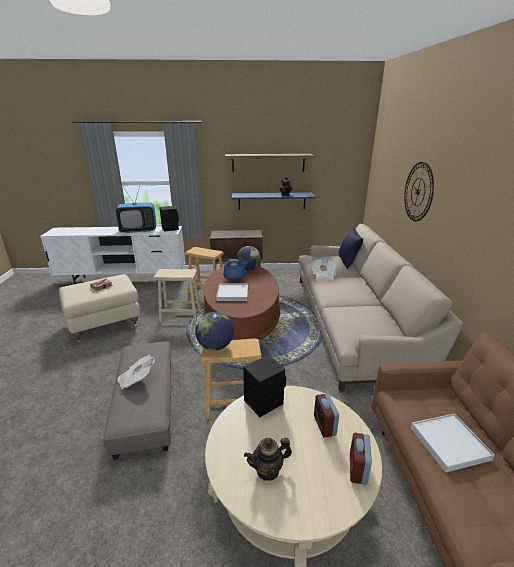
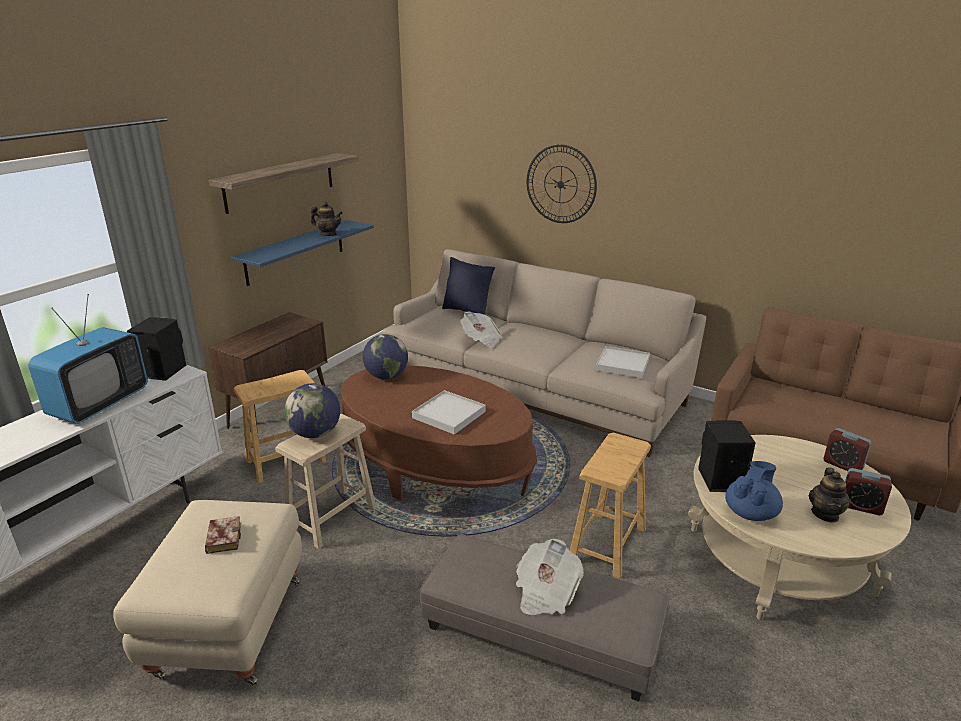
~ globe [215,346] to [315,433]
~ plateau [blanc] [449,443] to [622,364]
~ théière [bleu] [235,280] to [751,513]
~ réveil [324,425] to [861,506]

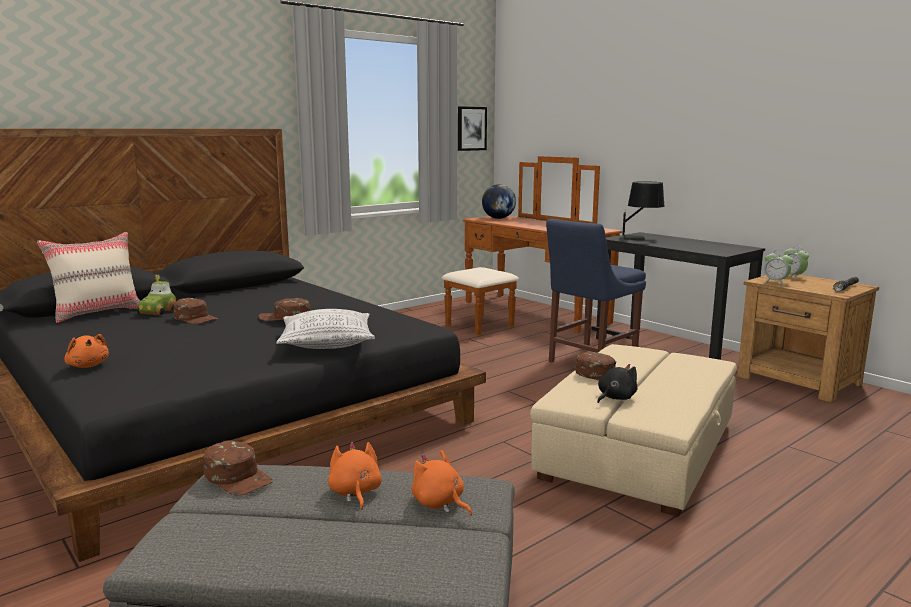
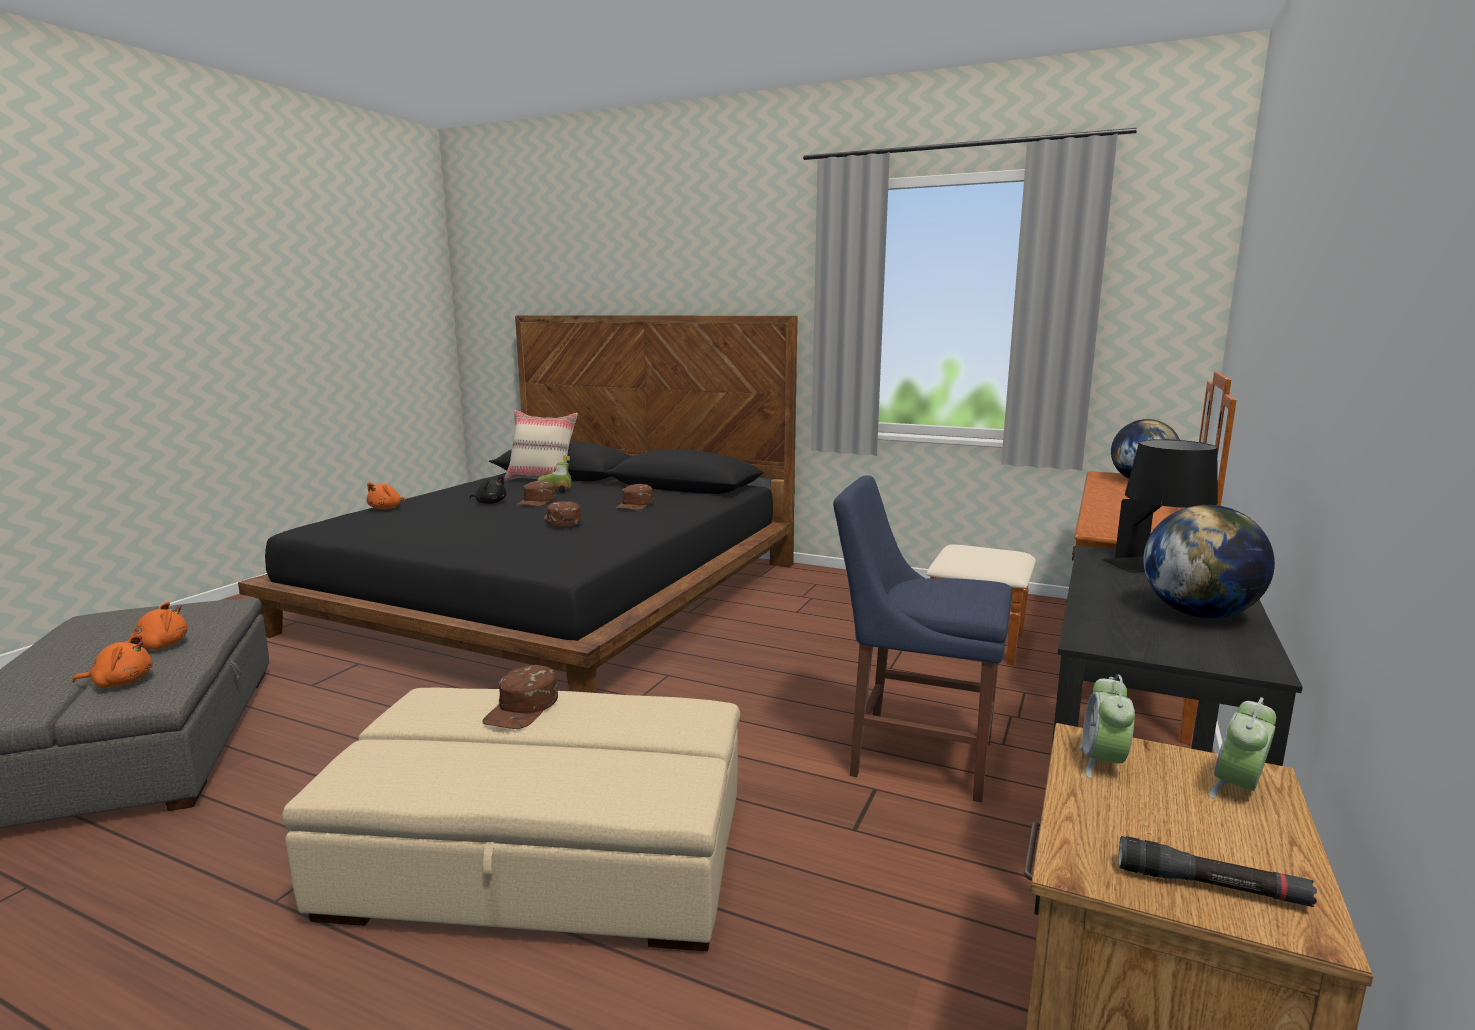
~ peluche [orange] [440,503] = [120,682] 60 degrees clockwise
~ peluche [noir] [615,398] to [490,503]
~ casquette [marron] [238,477] to [635,505]
+ globe [1198,614]
- coussin [327,343]
- tableau [471,128]

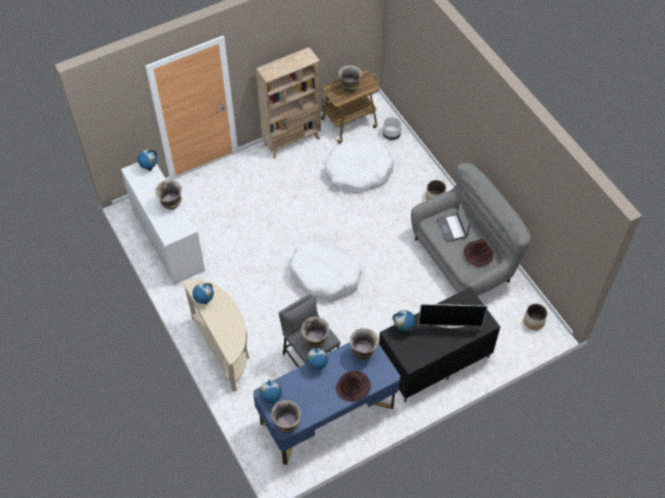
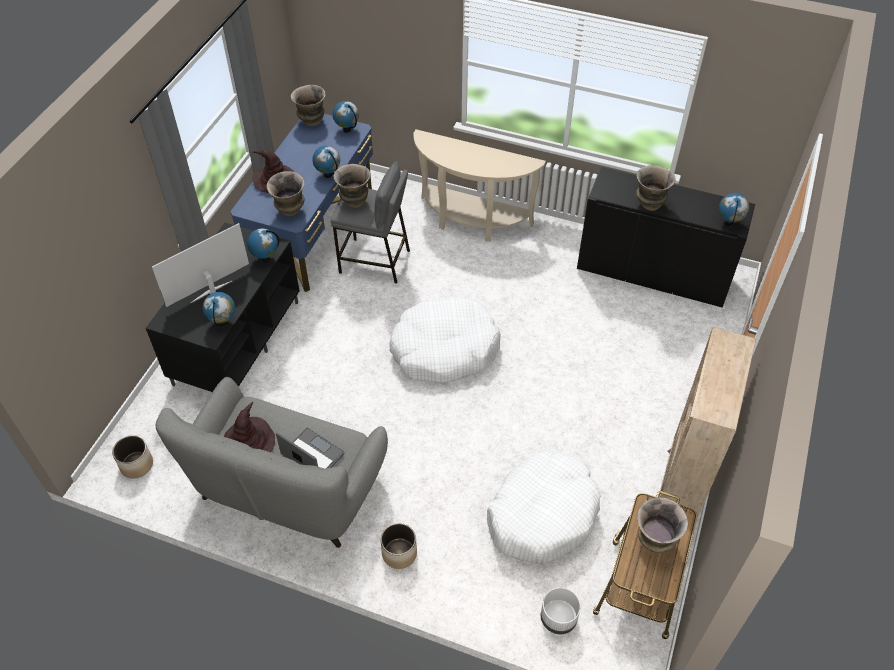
~ globe [204,301] to [223,322]
~ meuble de rangement [blanc] [168,240] to meuble de rangement [noir] [653,273]

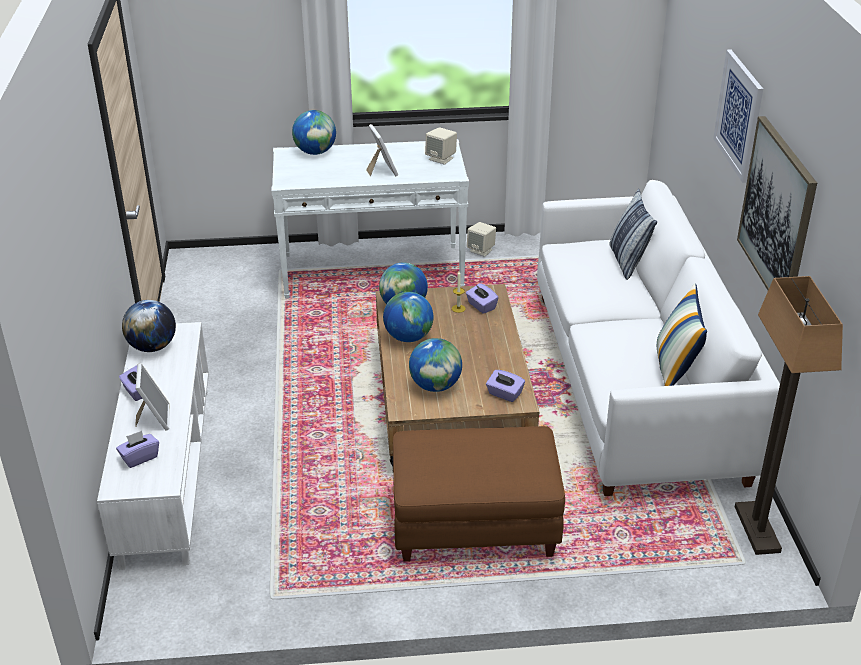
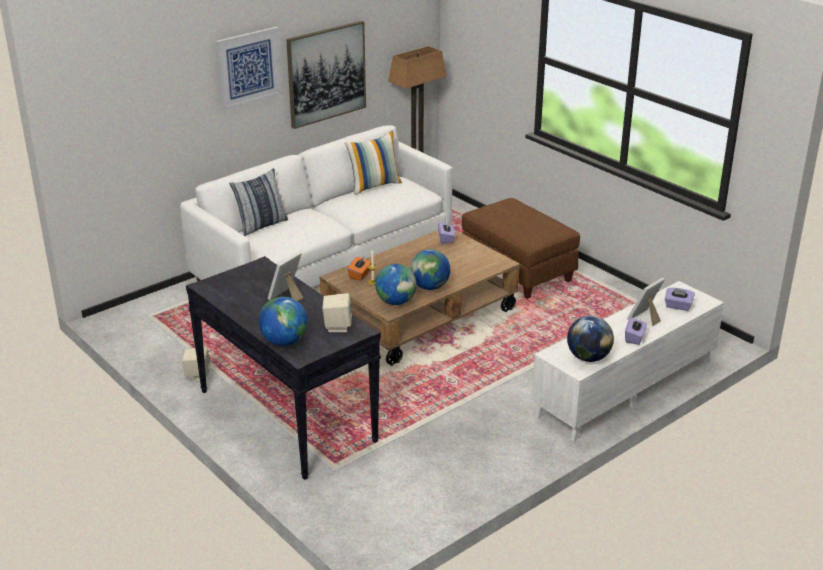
~ table console [blanc] [373,271] to table console [noir] [286,416]
~ enceinte [beige] [441,158] to [337,326]
~ boîte à mouchoirs [violet] [481,306] to boîte à mouchoirs [orange] [360,275]
- globe [435,386]

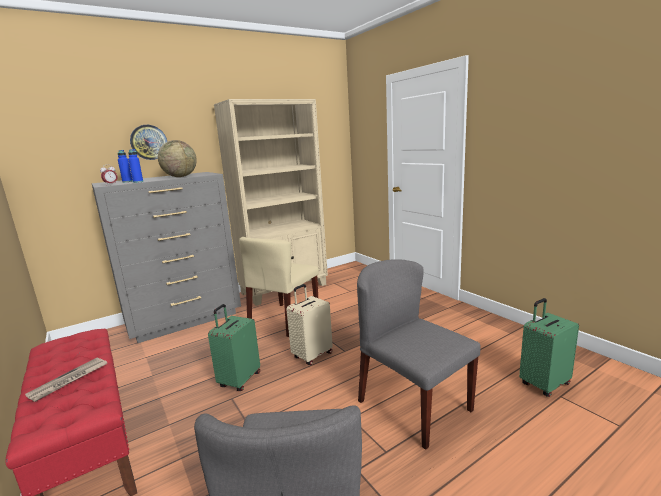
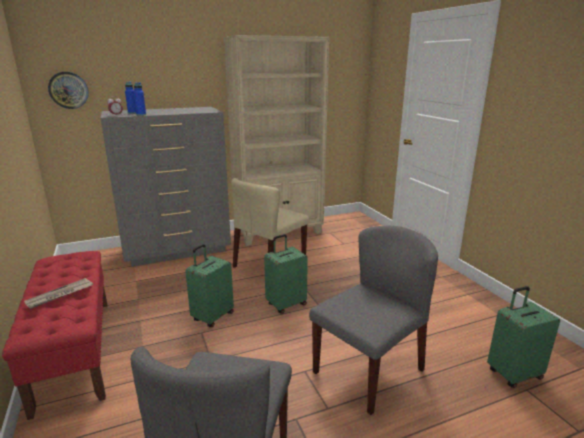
~ horloge murale [149,142] to [68,90]
~ valise [beige] [312,355] to valise [vert] [286,304]
~ chaise [gris] [413,405] = [368,370] 75 degrees clockwise
- globe [180,177]

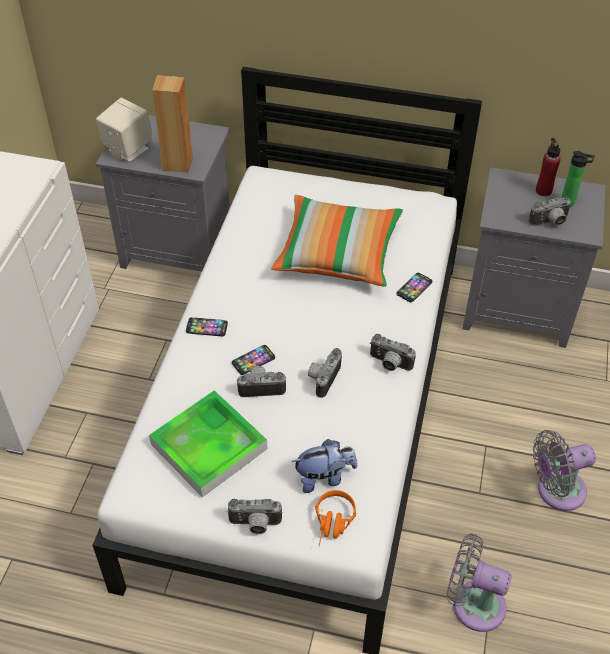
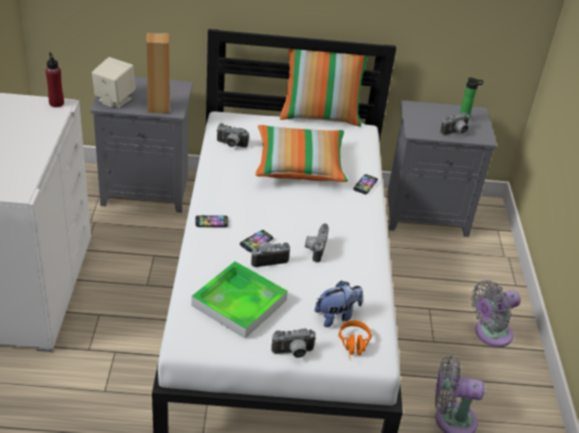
~ bouteille [rouge] [543,190] to [56,103]
~ appareil photo [389,364] to [231,145]
+ coussin [320,116]

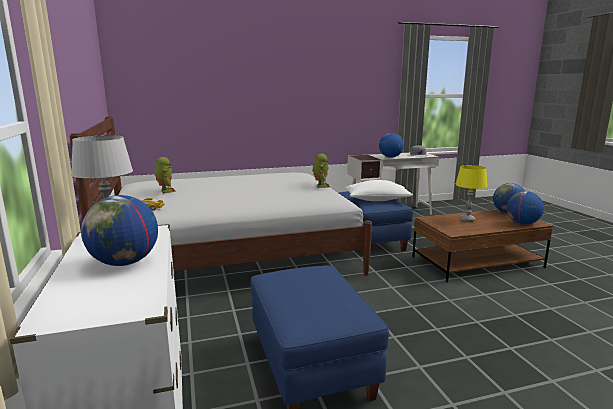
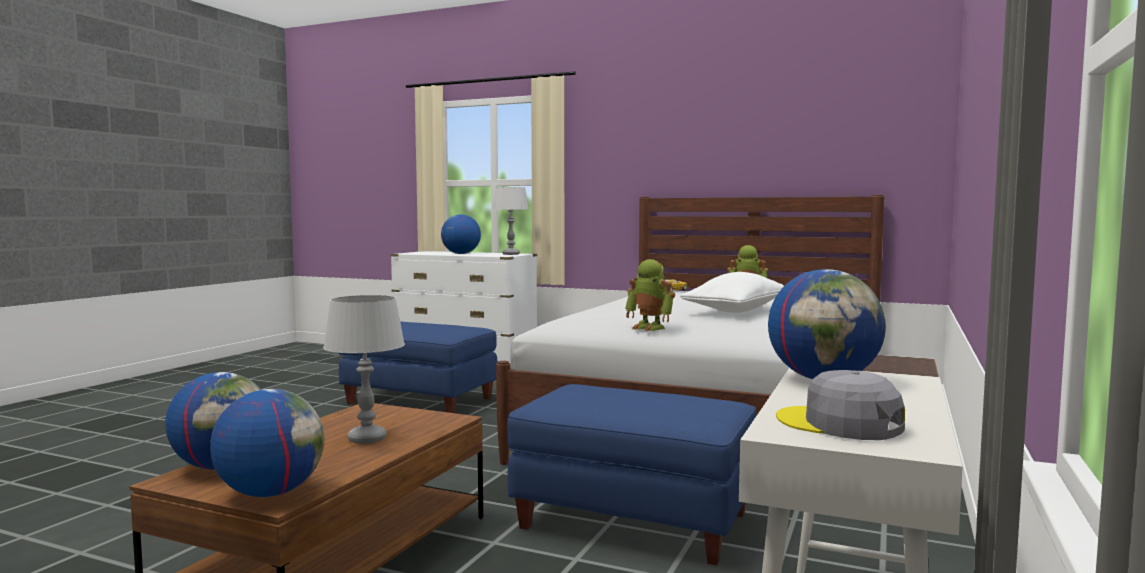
~ lampe de table [jaune] [467,220] to lampe de table [gris] [367,439]
~ coussin [blanc] [377,200] to [736,311]

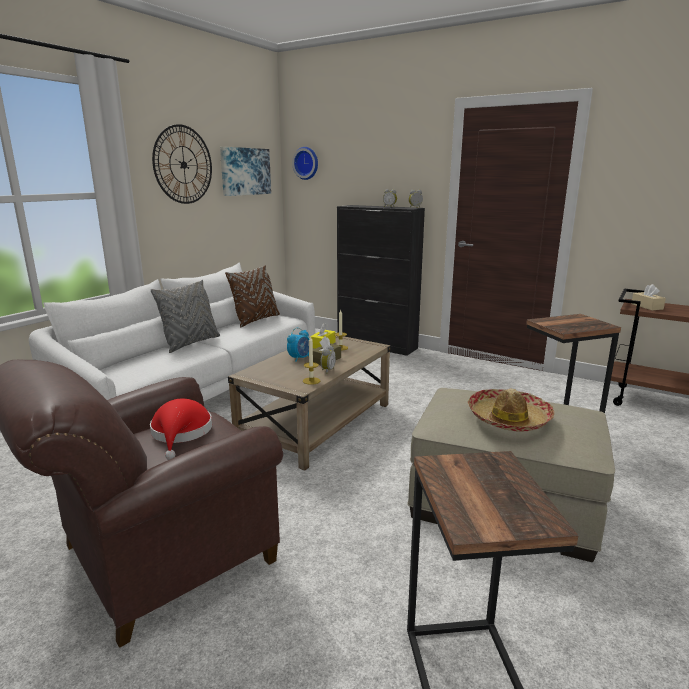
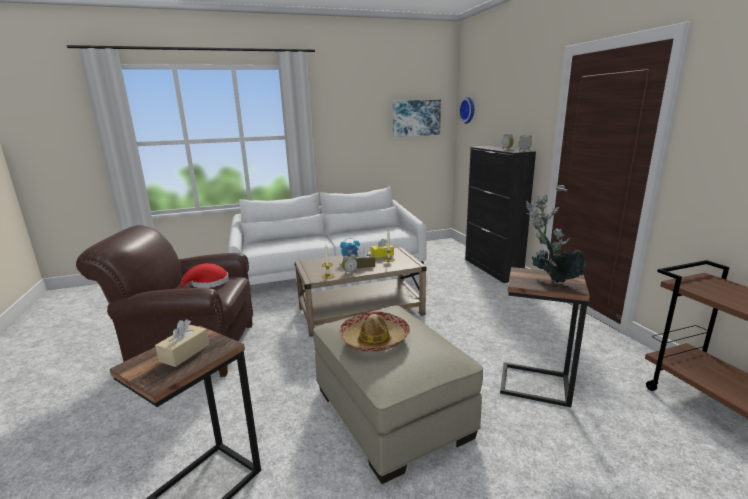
~ boîte à mouchoirs [beige] [647,306] to [185,353]
+ plante en pot [549,283]
- coussin [gris] [190,343]
- horloge murale [183,165]
- coussin [marron] [256,320]

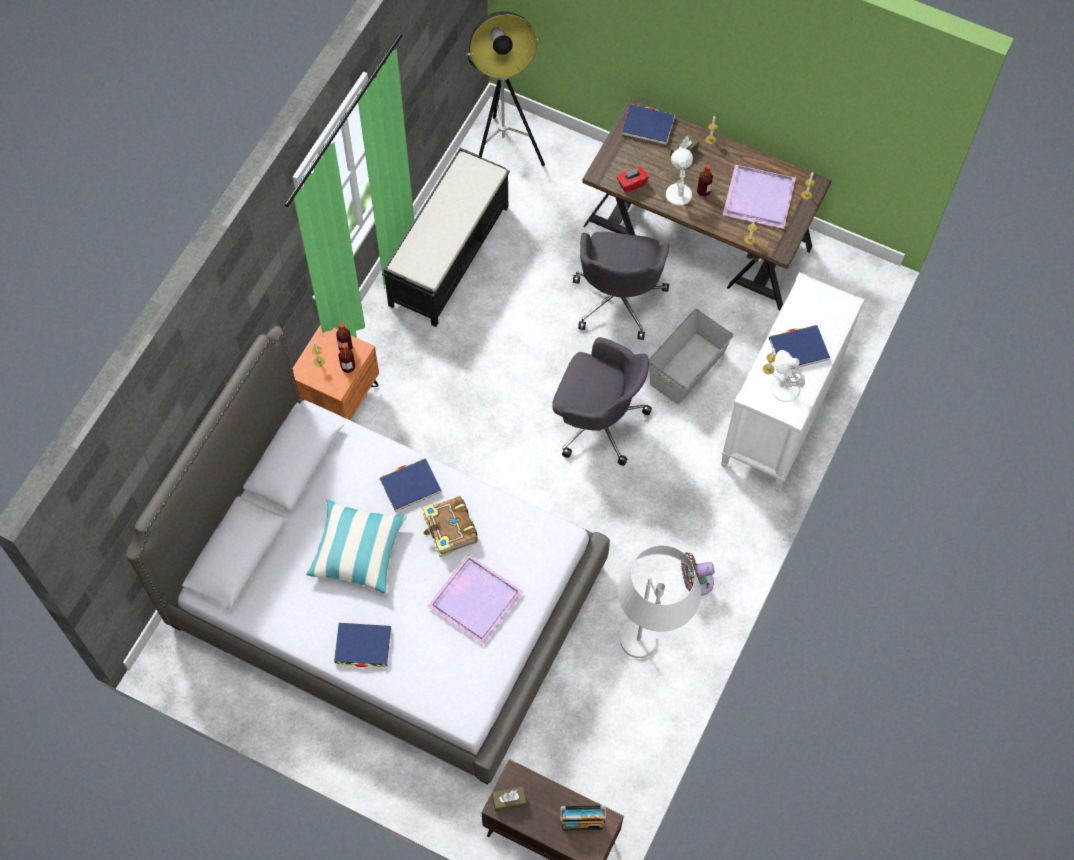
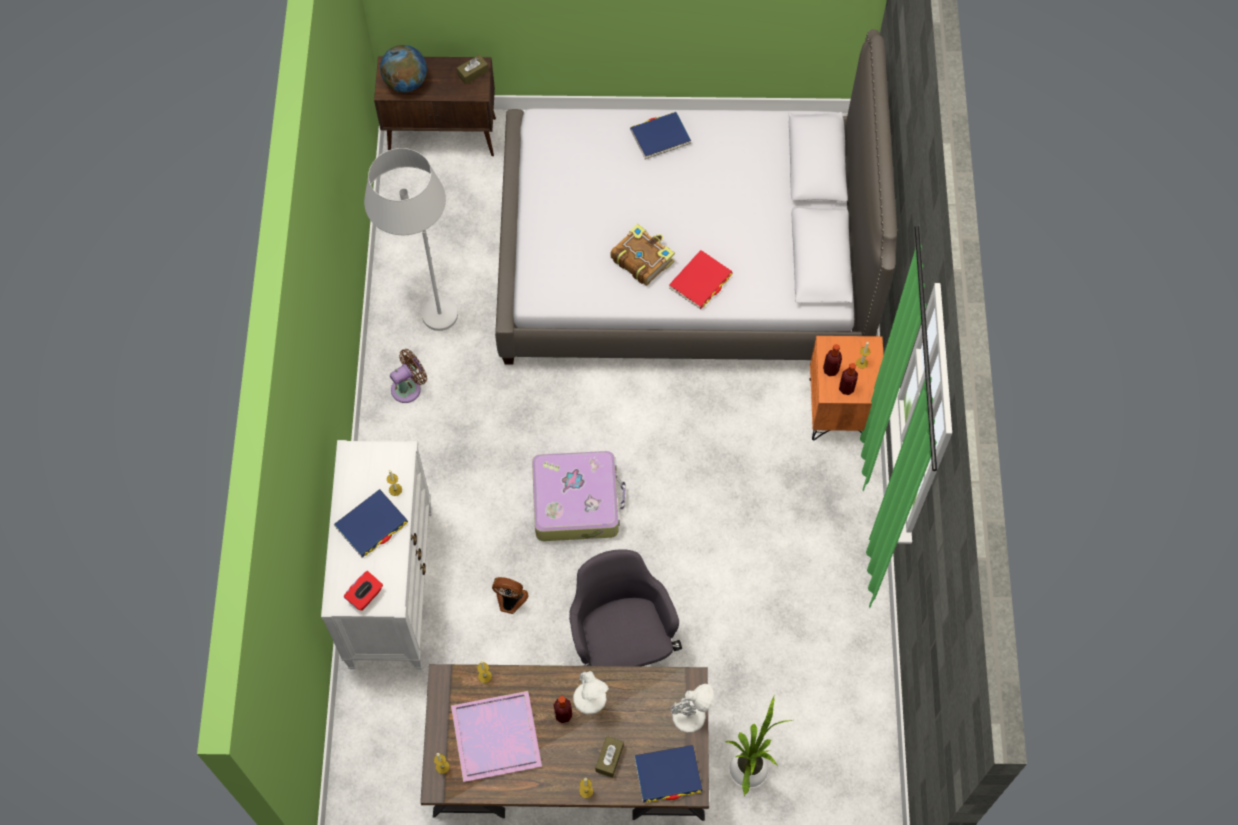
~ boîte à mouchoirs [rouge] [631,183] to [365,596]
~ radio [582,821] to globe [406,82]
~ boîte de rangement [gris] [688,368] to ventilateur [510,600]
~ chaise de bureau [gris] [597,420] to valise [577,501]
~ livre [bleu] [410,486] to livre [rouge] [700,281]
~ lampe de table [blanc] [784,388] to [690,715]
+ plante en pot [750,767]
- coussin [358,551]
- banc [noir] [449,254]
- plateau [violet] [475,598]
- lampadaire [503,151]

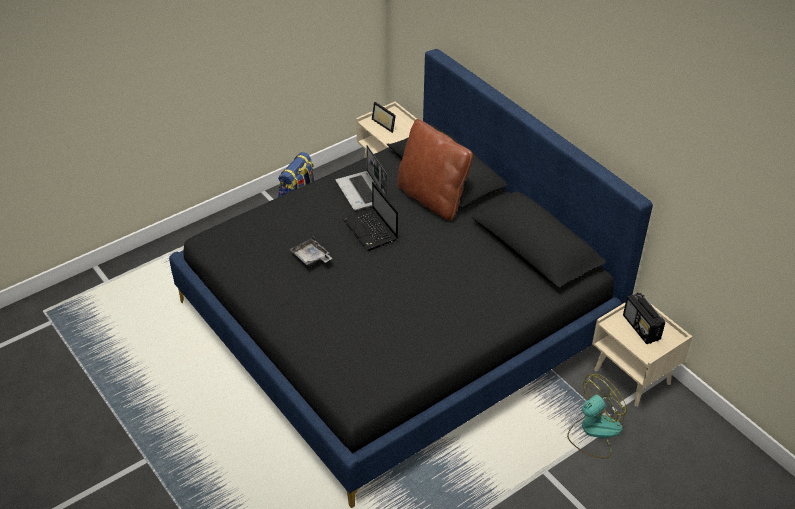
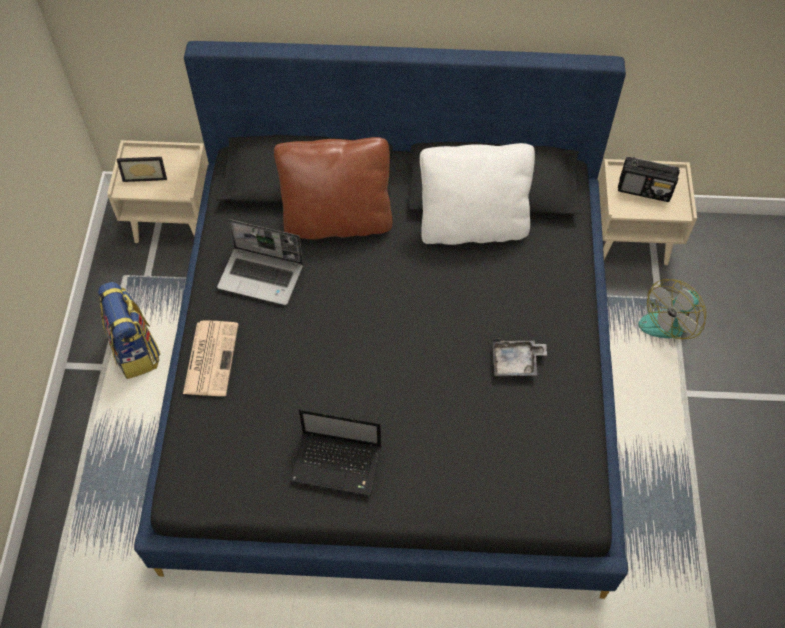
+ journal [211,357]
~ ordinateur portable [371,231] to [338,464]
+ coussin [blanc] [472,227]
~ plateau [gris] [311,257] to [516,362]
~ ventilateur [593,431] = [670,319] 135 degrees counterclockwise

